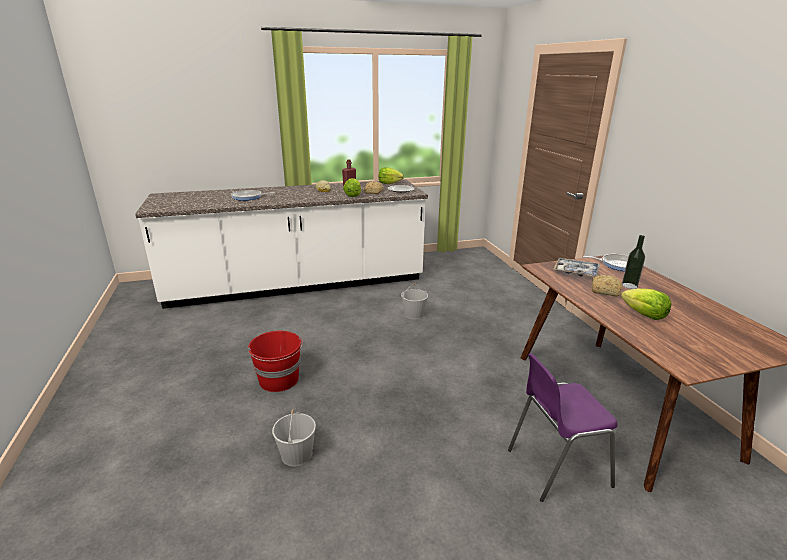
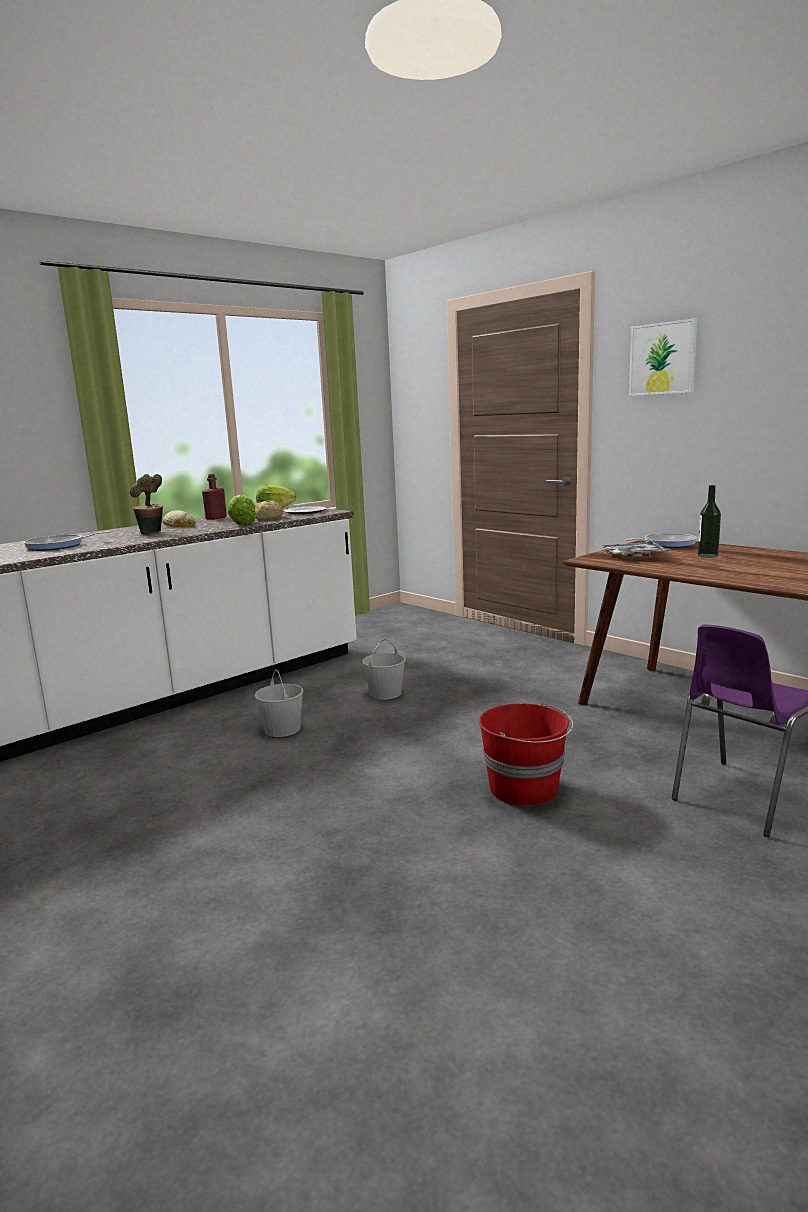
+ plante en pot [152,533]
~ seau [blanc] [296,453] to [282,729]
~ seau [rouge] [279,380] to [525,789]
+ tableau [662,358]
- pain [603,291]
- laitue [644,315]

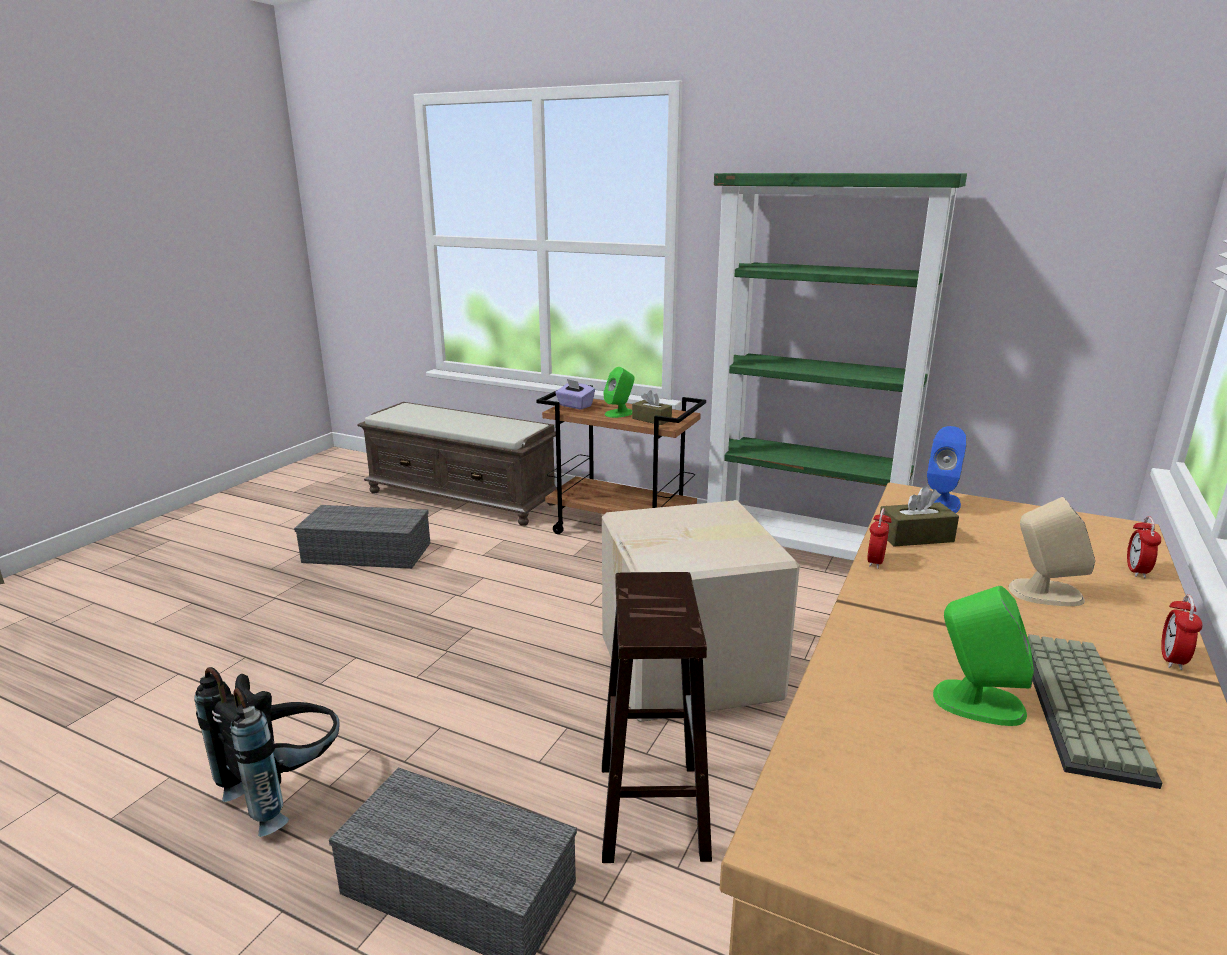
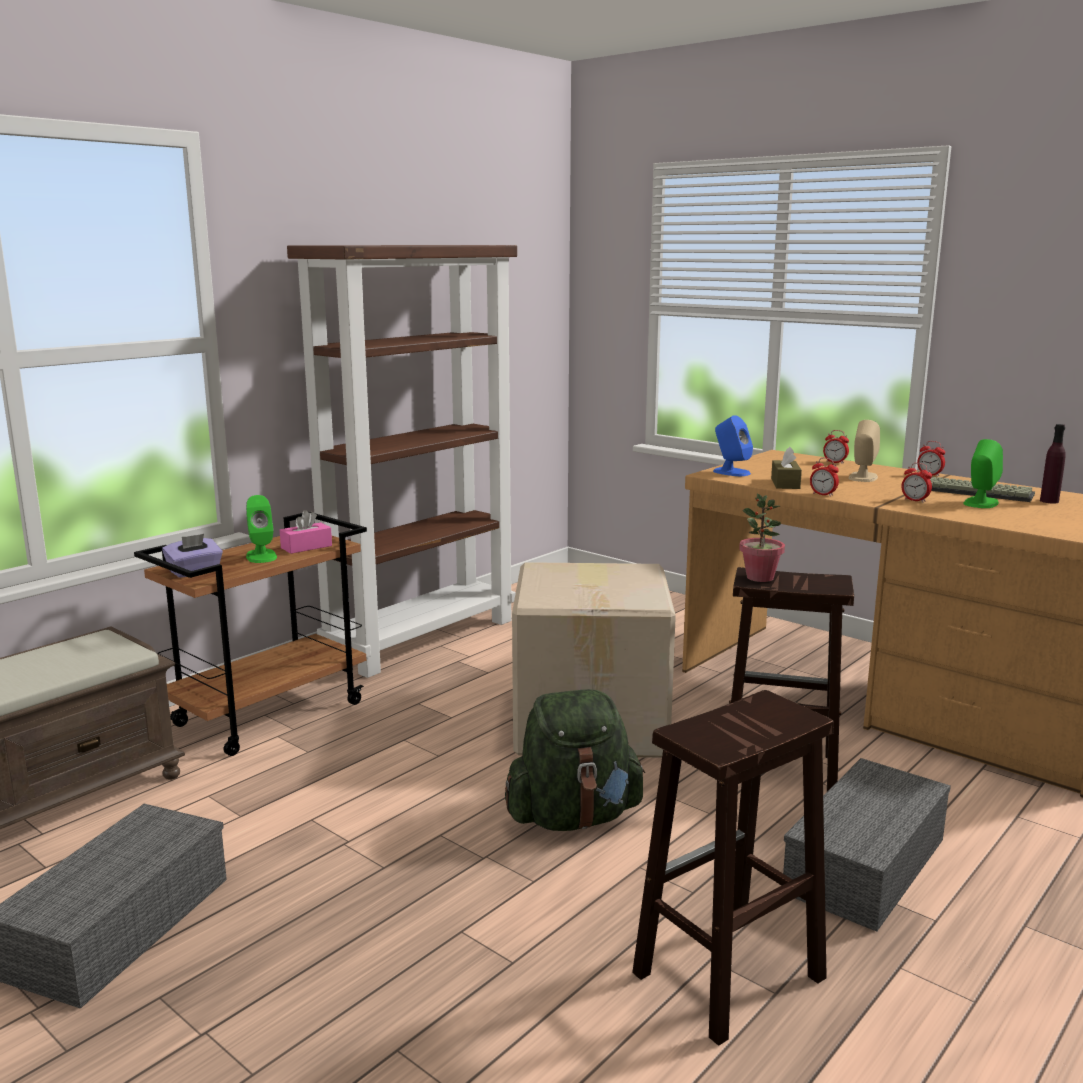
~ boîte à mouchoirs [marron] [651,419] to boîte à mouchoirs [rose] [306,547]
~ bibliothèque [vert] [803,555] to bibliothèque [marron] [422,638]
+ sac à dos [vert] [574,817]
~ sac à dos [noir] [286,790] to tabouret [marron] [727,978]
+ plante en pot [760,577]
+ réveil [915,500]
+ bouteille [violet] [1049,501]

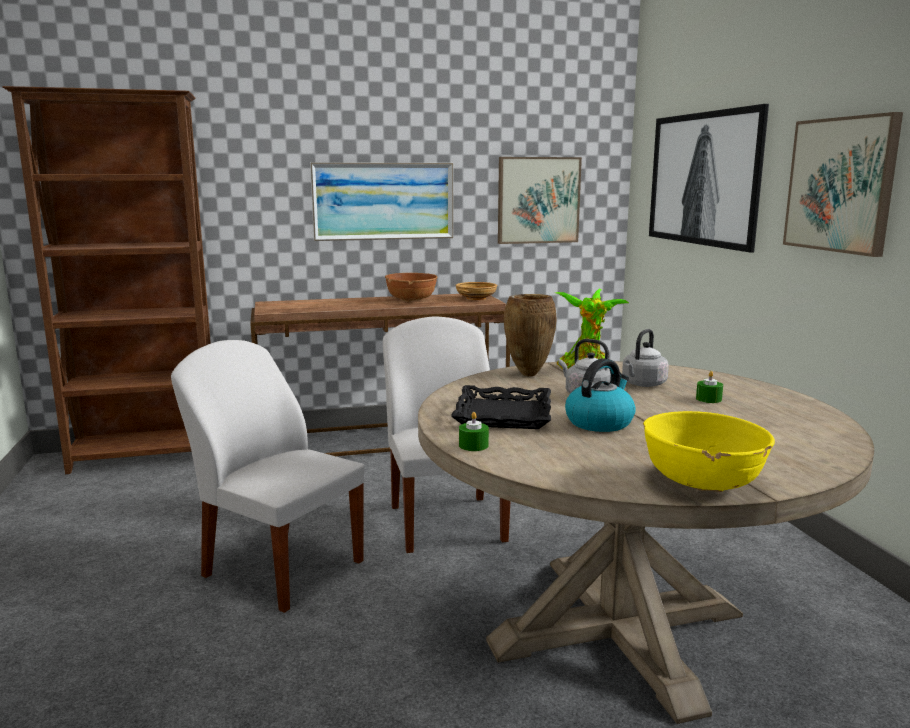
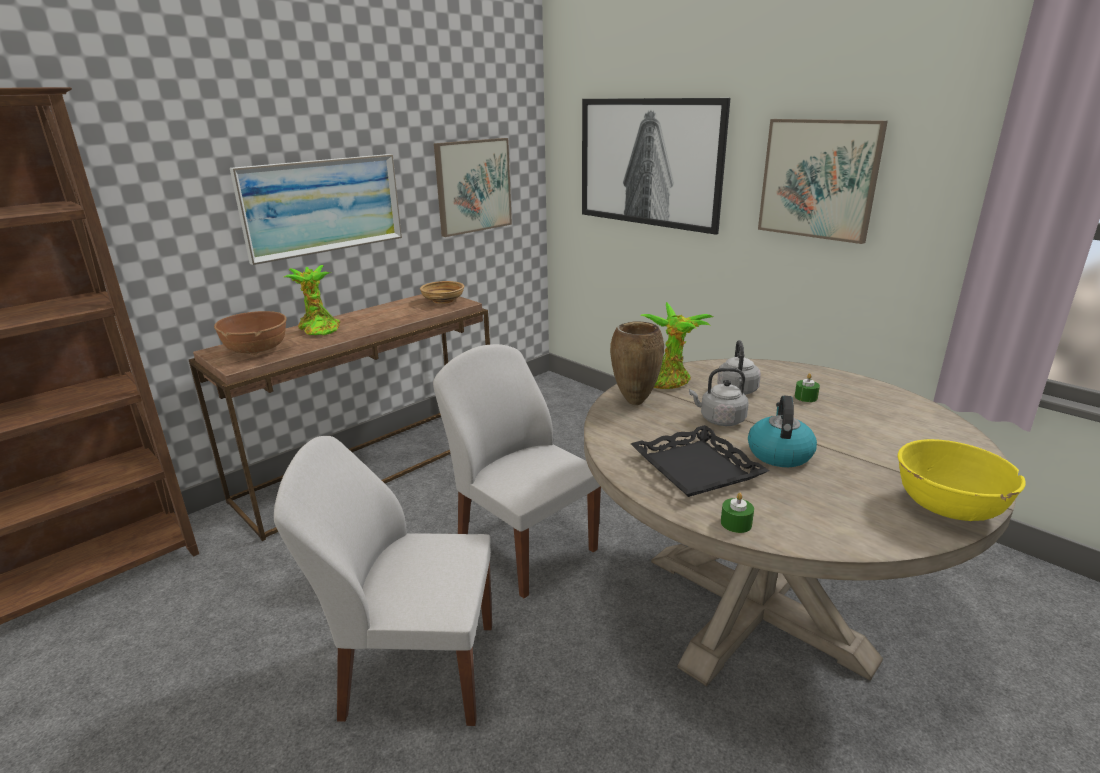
~ bol [marron] [411,300] to [257,350]
+ plante en pot [318,329]

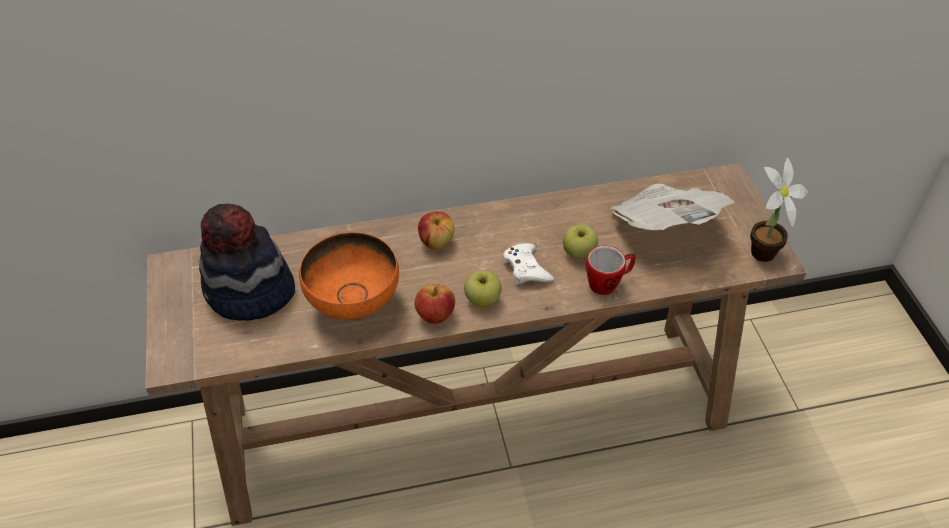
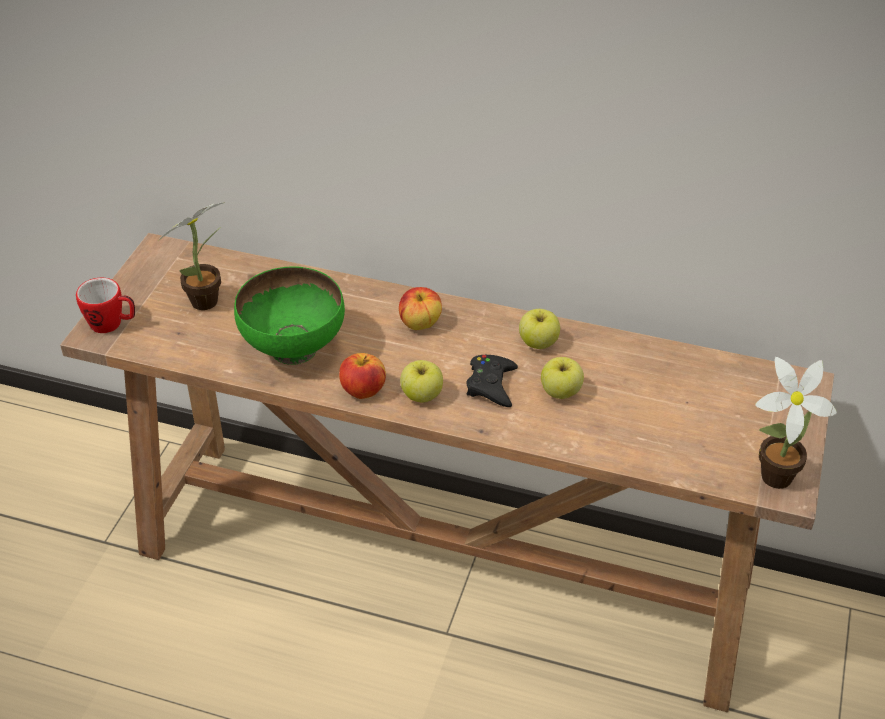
~ mug [608,283] to [112,324]
~ chapeau [249,292] to plante en pot [209,300]
~ bol [orange] [353,305] to bol [vert] [293,349]
~ manette [blanc] [526,268] to manette [noir] [491,385]
+ pomme [538,342]
- journal [665,226]

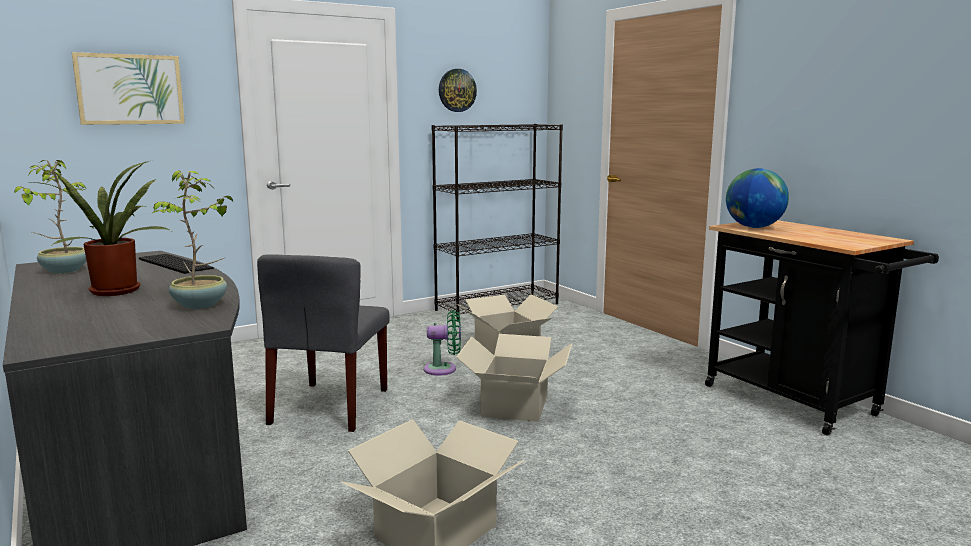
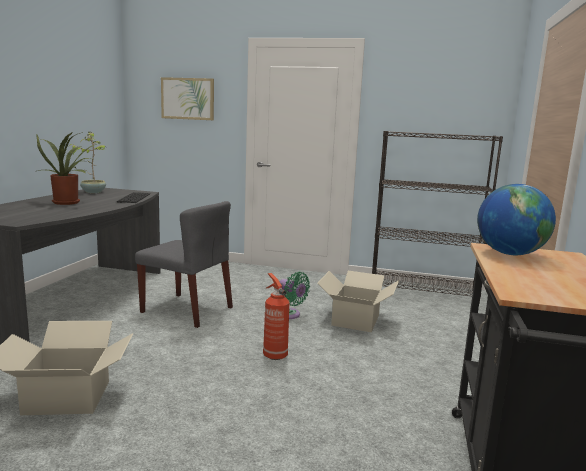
~ chaise [gris] [330,406] = [188,310] 120 degrees counterclockwise
~ carton [516,405] to extincteur [274,355]
- plante en pot [201,305]
- horloge murale [457,90]

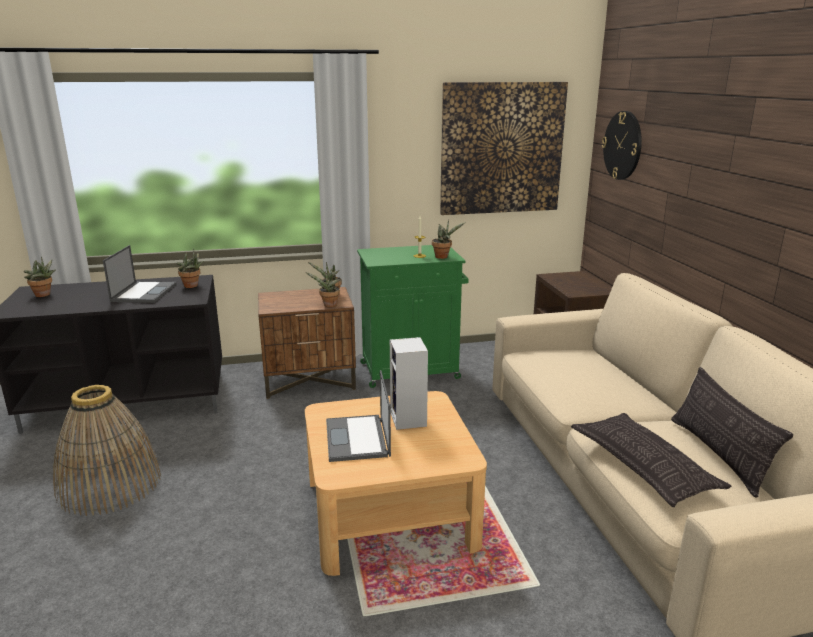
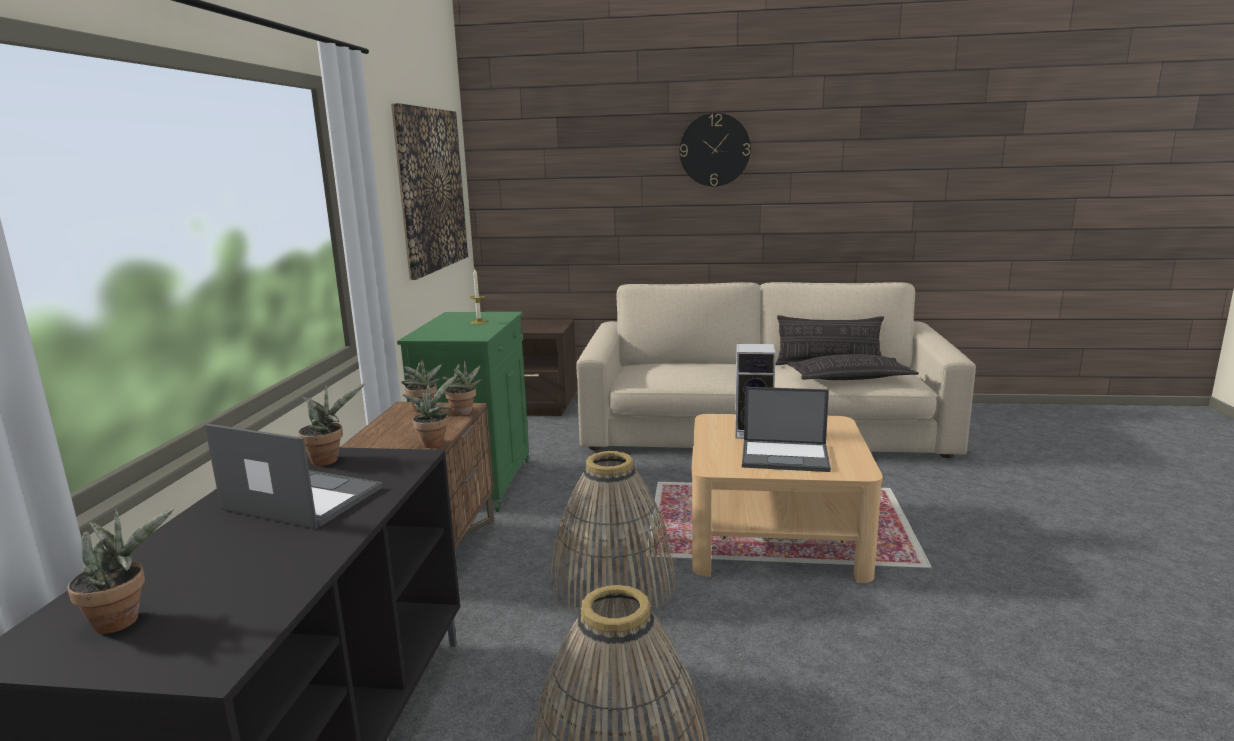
~ plante en pot [443,256] to [434,442]
+ panier [613,582]
~ horloge murale [622,145] to [714,150]

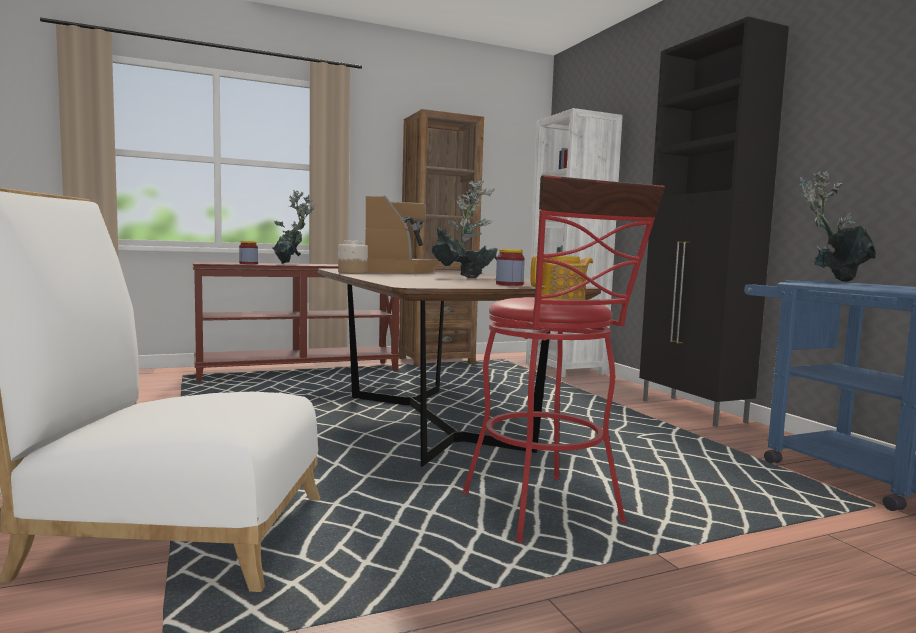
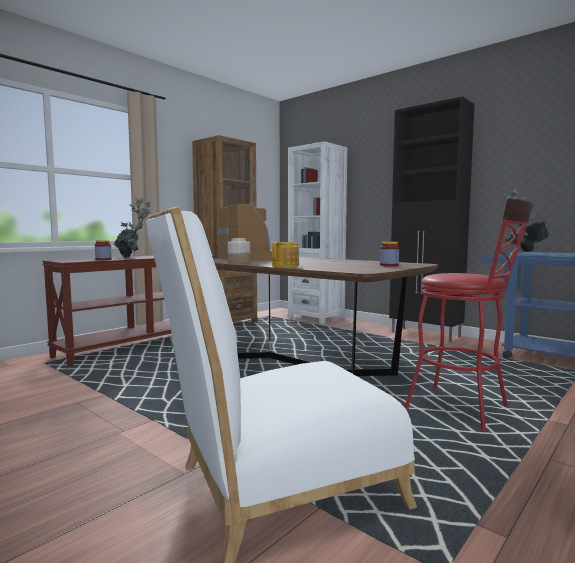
~ théière [561,300] to [286,266]
- plante en pot [466,277]

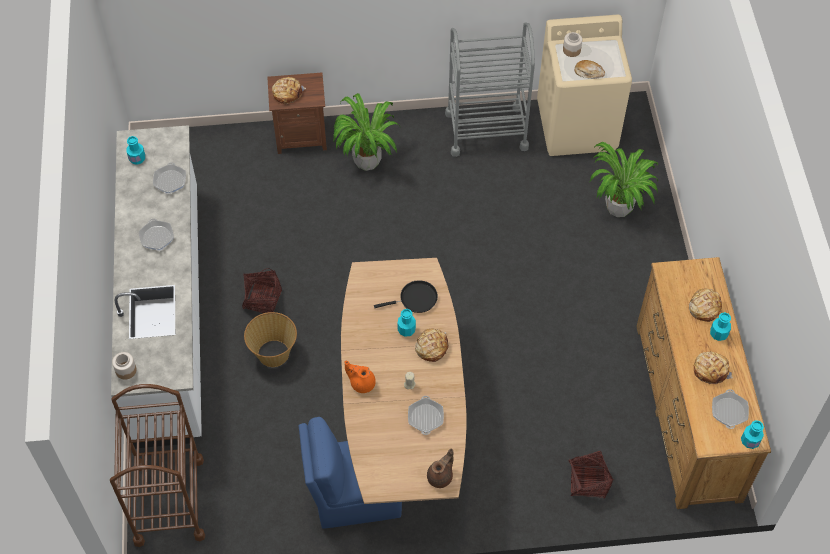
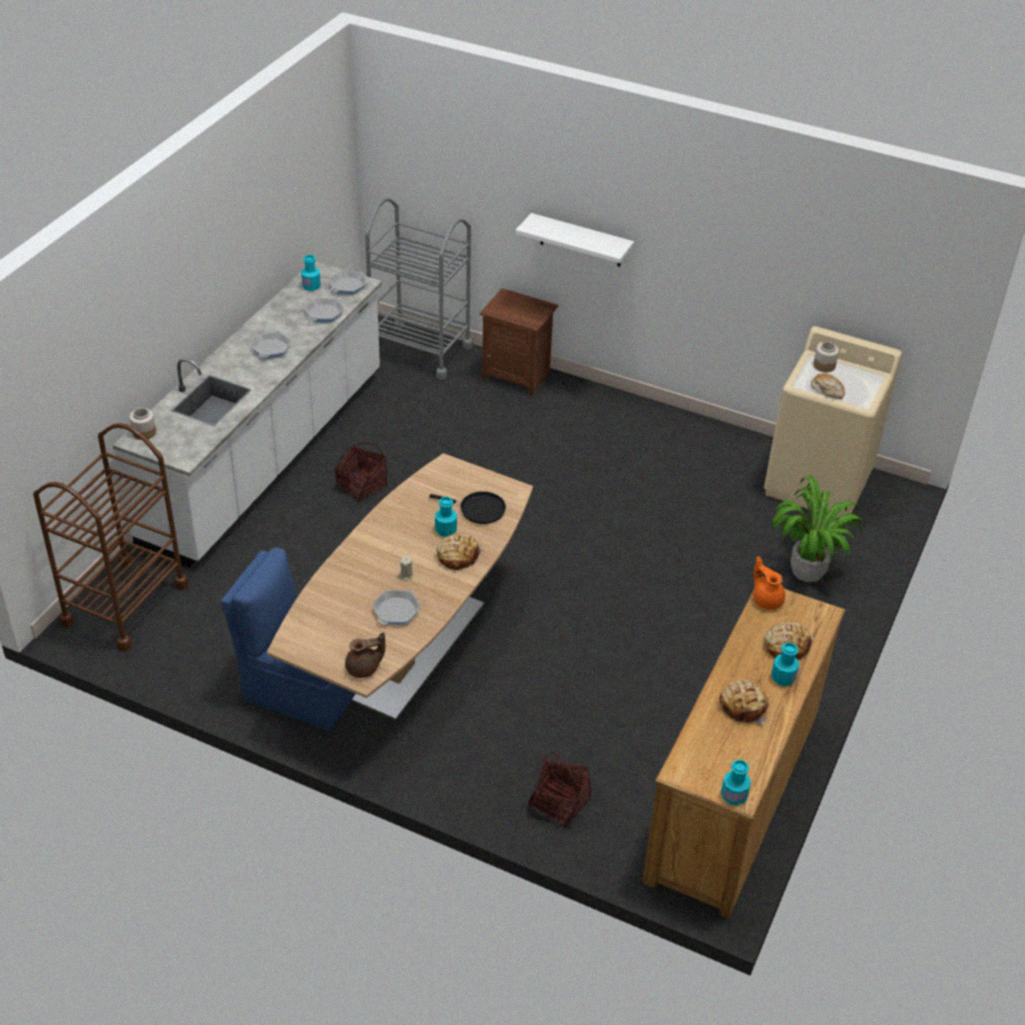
~ poêle [729,411] to [348,286]
~ chariot [gris] [486,130] to [420,350]
+ étagère [blanc] [581,240]
~ théière [orange] [361,383] to [766,599]
- panier [273,353]
- pain [287,93]
- plante en pot [366,160]

